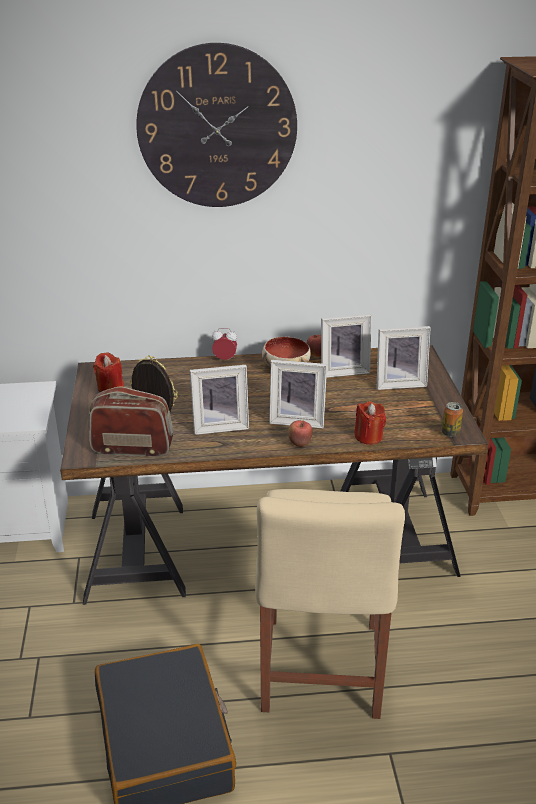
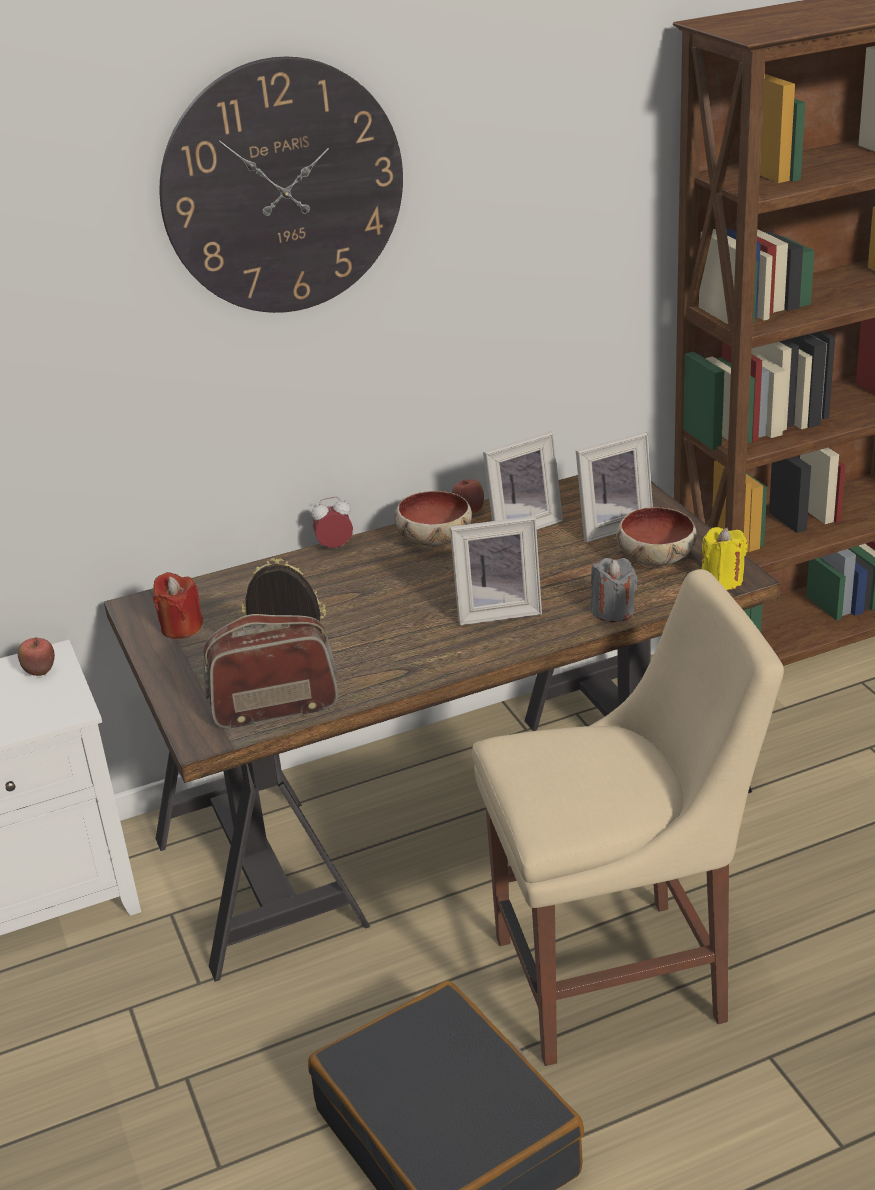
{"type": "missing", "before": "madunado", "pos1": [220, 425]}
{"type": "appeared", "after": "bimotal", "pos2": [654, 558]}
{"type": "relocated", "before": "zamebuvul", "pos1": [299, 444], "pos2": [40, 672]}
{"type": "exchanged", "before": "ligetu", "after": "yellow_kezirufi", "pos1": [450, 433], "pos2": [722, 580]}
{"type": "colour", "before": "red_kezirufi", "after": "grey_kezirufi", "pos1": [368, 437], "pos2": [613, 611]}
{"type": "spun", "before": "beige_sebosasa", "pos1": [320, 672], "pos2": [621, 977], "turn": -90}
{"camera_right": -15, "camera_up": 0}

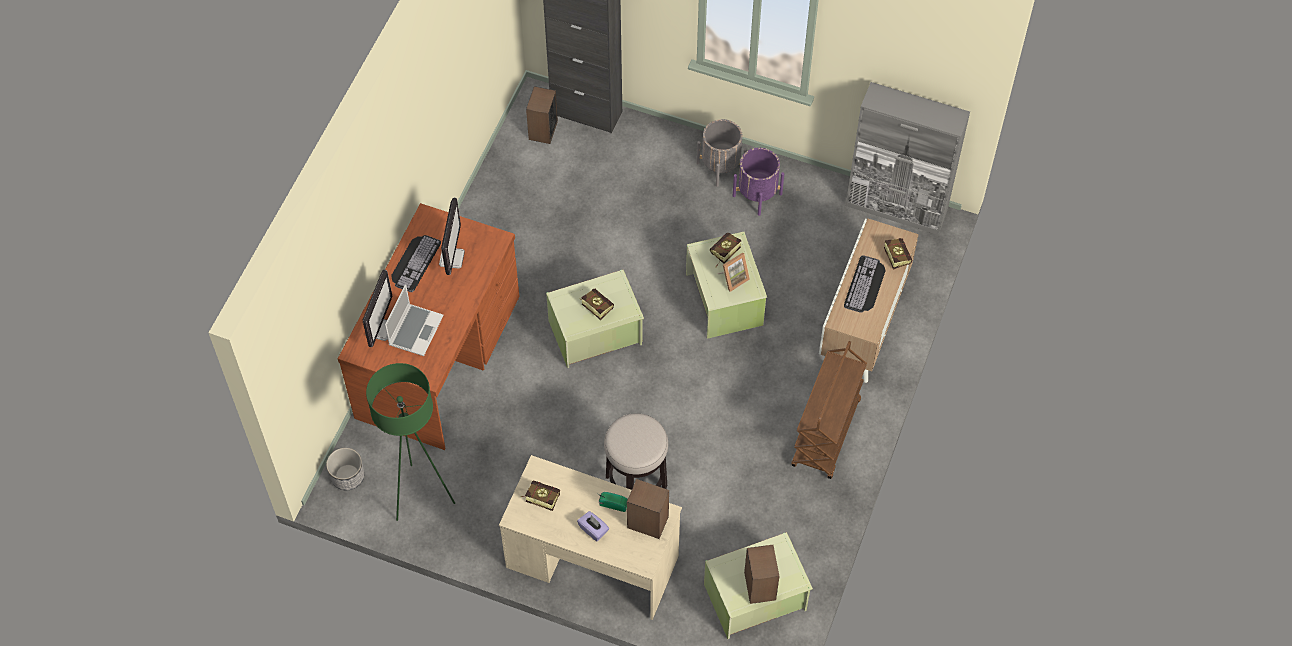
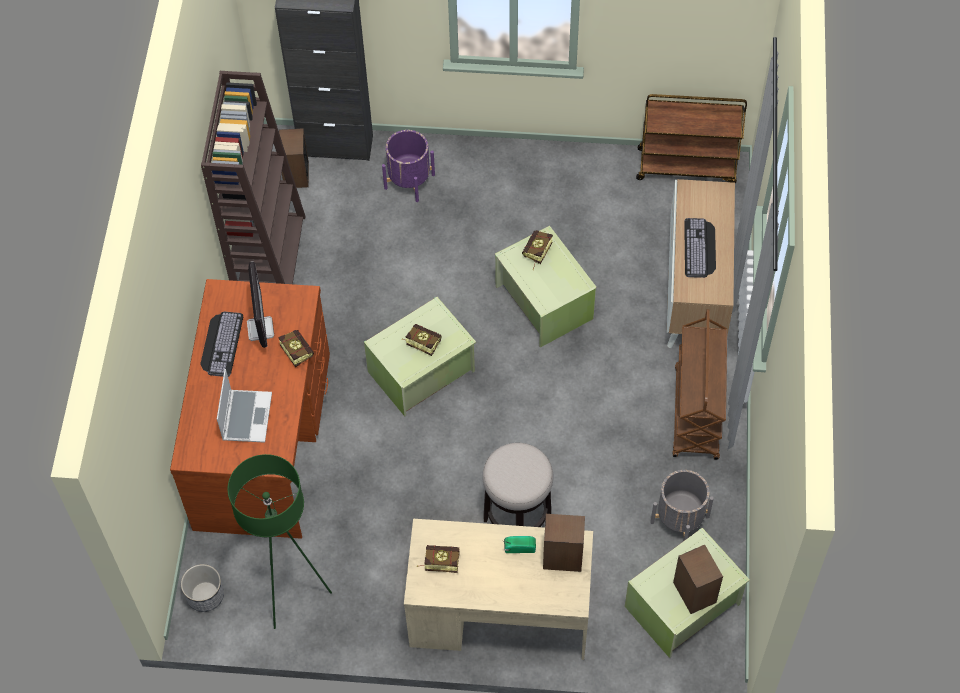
{"type": "missing", "before": "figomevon", "pos1": [379, 328]}
{"type": "missing", "before": "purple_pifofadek", "pos1": [593, 530]}
{"type": "missing", "before": "madunado", "pos1": [733, 279]}
{"type": "appeared", "after": "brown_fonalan", "pos2": [269, 257]}
{"type": "relocated", "before": "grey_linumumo", "pos1": [720, 166], "pos2": [679, 519]}
{"type": "relocated", "before": "purple_linumumo", "pos1": [757, 195], "pos2": [409, 181]}
{"type": "relocated", "before": "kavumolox", "pos1": [895, 255], "pos2": [295, 350]}
{"type": "exchanged", "before": "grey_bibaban", "after": "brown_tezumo", "pos1": [896, 209], "pos2": [687, 166]}
{"camera_right": -15, "camera_up": 0}

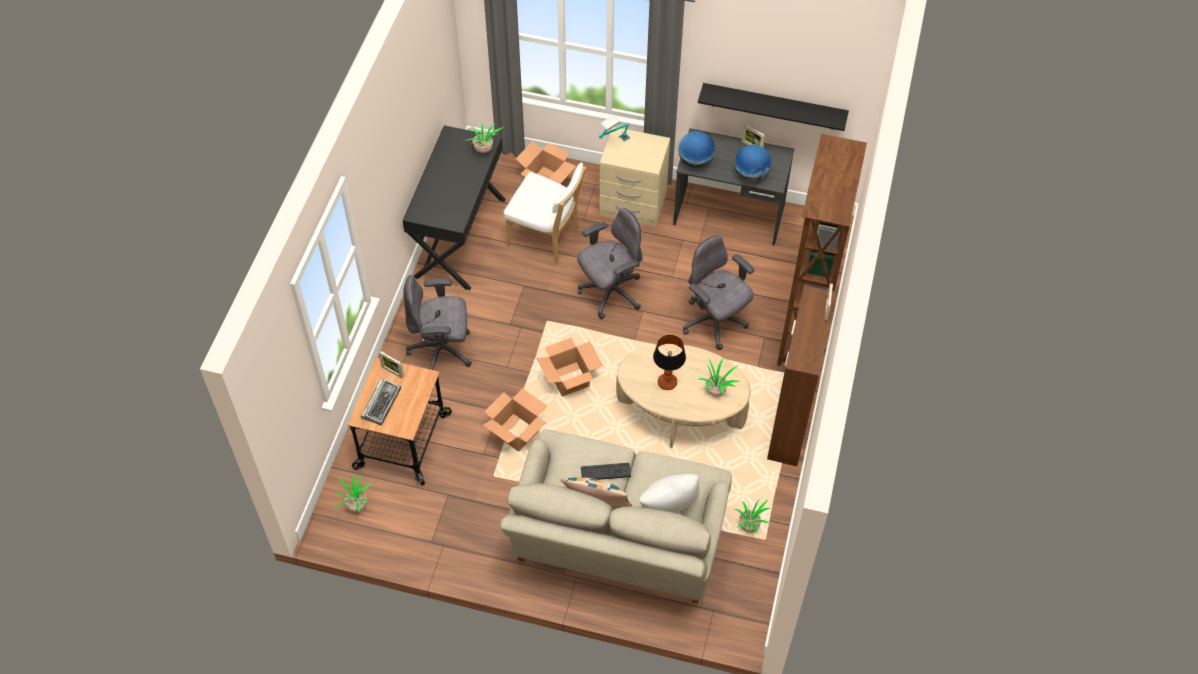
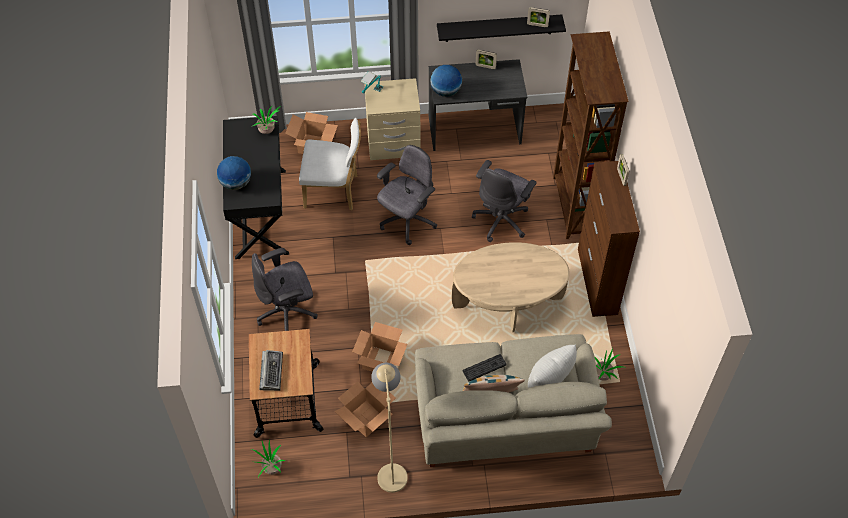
{"type": "missing", "before": "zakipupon", "pos1": [667, 383]}
{"type": "missing", "before": "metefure", "pos1": [716, 390]}
{"type": "appeared", "after": "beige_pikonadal", "pos2": [391, 468]}
{"type": "relocated", "before": "madunado", "pos1": [392, 372], "pos2": [537, 25]}
{"type": "relocated", "before": "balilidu", "pos1": [568, 379], "pos2": [365, 418]}
{"type": "relocated", "before": "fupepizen", "pos1": [751, 175], "pos2": [236, 183]}
{"type": "spun", "before": "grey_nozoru", "pos1": [714, 323], "pos2": [502, 220], "turn": -90}
{"camera_right": -20, "camera_up": 0}

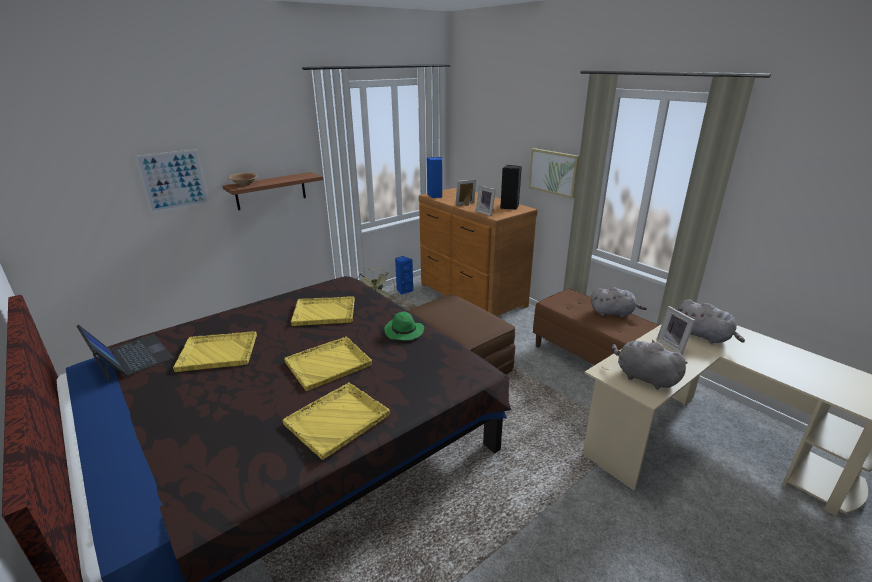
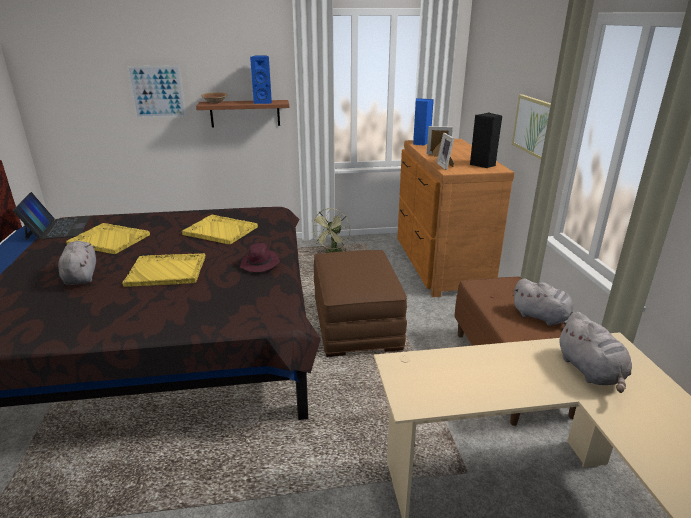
{"type": "missing", "before": "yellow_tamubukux", "pos1": [338, 419]}
{"type": "missing", "before": "madunado", "pos1": [673, 346]}
{"type": "relocated", "before": "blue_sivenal", "pos1": [404, 290], "pos2": [263, 102]}
{"type": "relocated", "before": "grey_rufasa", "pos1": [643, 377], "pos2": [81, 276]}
{"type": "colour", "before": "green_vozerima", "after": "purple_vozerima", "pos1": [404, 332], "pos2": [260, 264]}
{"camera_right": 30, "camera_up": 0}

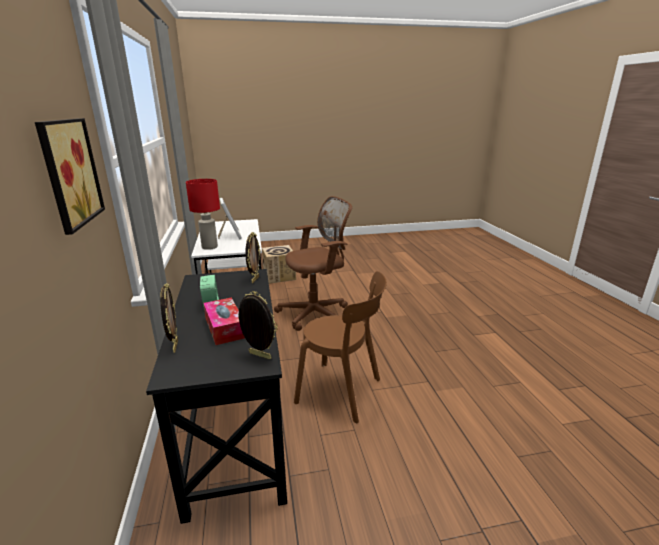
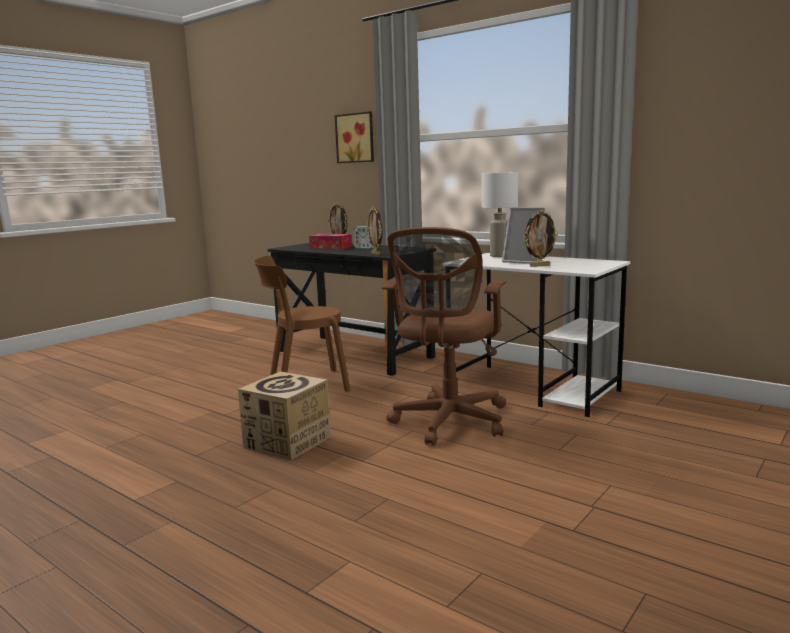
{"type": "relocated", "before": "madunado", "pos1": [259, 356], "pos2": [539, 266]}
{"type": "relocated", "before": "balilidu", "pos1": [279, 276], "pos2": [287, 442]}
{"type": "colour", "before": "red_zakipupon", "after": "white_zakipupon", "pos1": [209, 247], "pos2": [500, 256]}
{"camera_right": 140, "camera_up": -10}

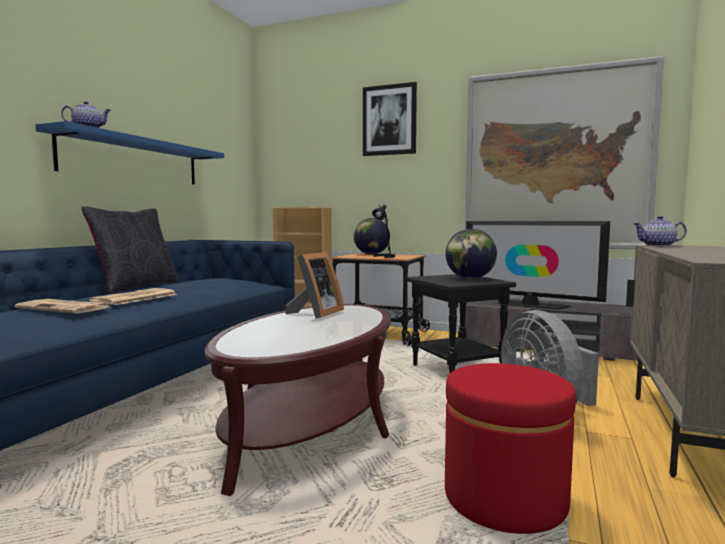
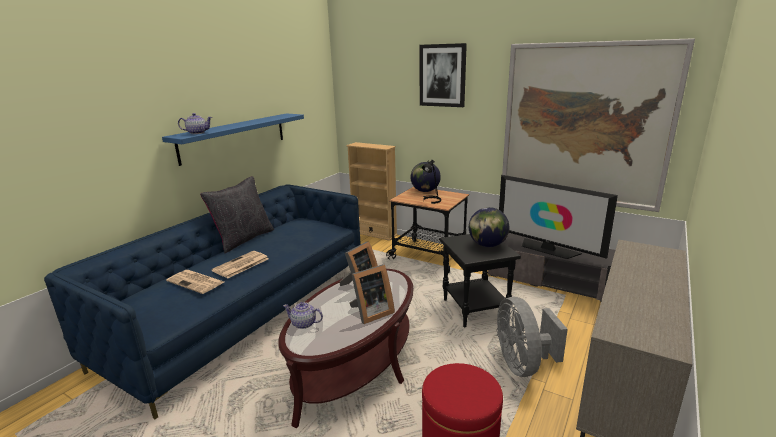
{"type": "appeared", "after": "madunado", "pos2": [370, 313]}
{"type": "relocated", "before": "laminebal", "pos1": [659, 245], "pos2": [304, 324]}
{"camera_right": 10, "camera_up": 15}

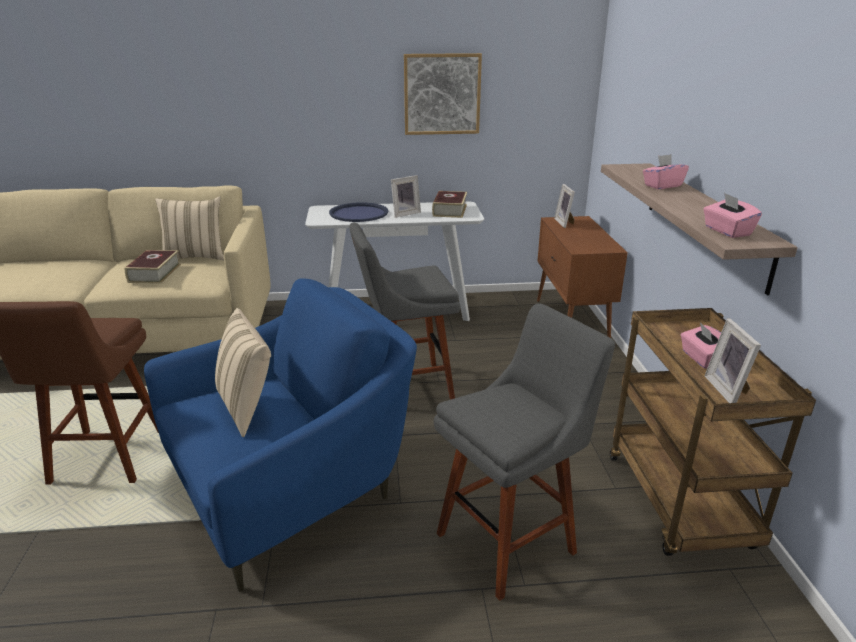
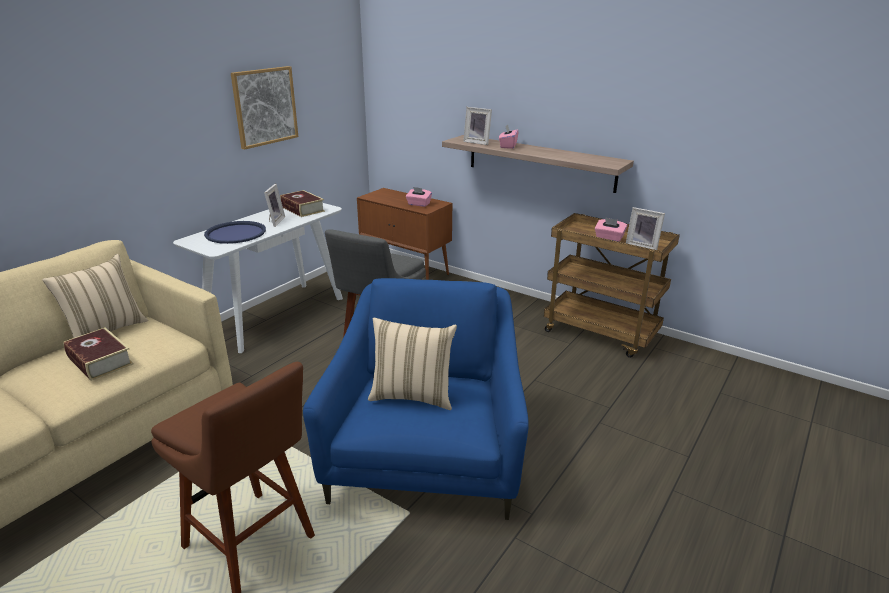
{"type": "missing", "before": "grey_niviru", "pos1": [511, 540]}
{"type": "relocated", "before": "madunado", "pos1": [565, 223], "pos2": [478, 142]}
{"type": "relocated", "before": "pink_pifofadek", "pos1": [727, 231], "pos2": [418, 204]}
{"camera_right": -50, "camera_up": 0}

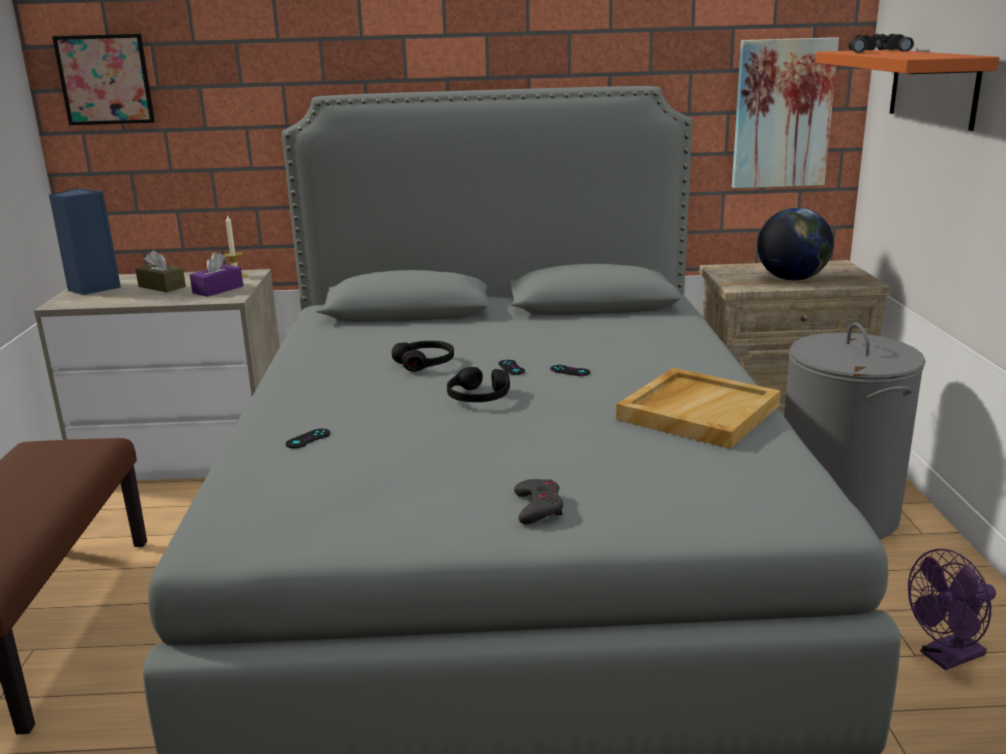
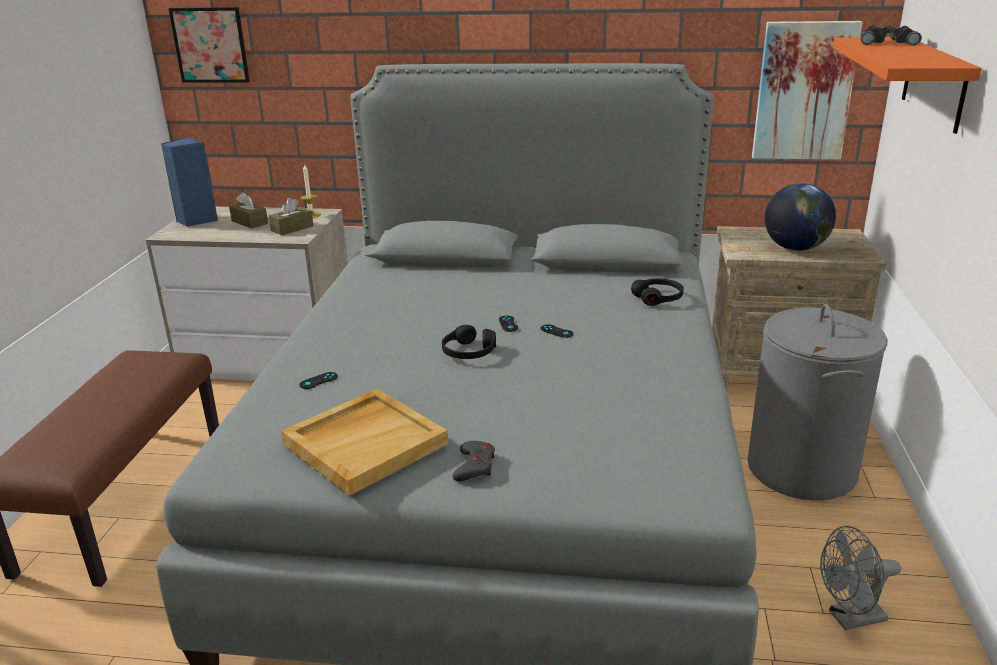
{"type": "relocated", "before": "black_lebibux", "pos1": [425, 363], "pos2": [658, 298]}
{"type": "relocated", "before": "beige_tamubukux", "pos1": [698, 412], "pos2": [365, 443]}
{"type": "colour", "before": "purple_pifofadek", "after": "brown_pifofadek", "pos1": [218, 289], "pos2": [292, 228]}
{"type": "colour", "before": "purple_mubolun", "after": "grey_mubolun", "pos1": [946, 658], "pos2": [850, 618]}
{"camera_right": 10, "camera_up": 5}

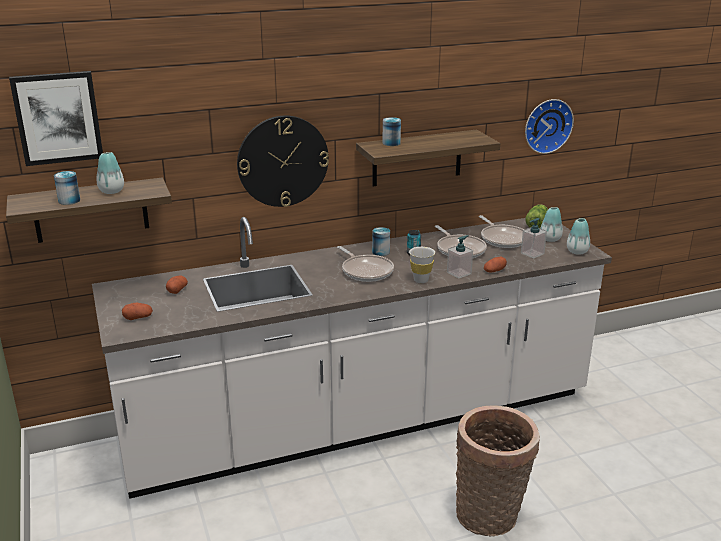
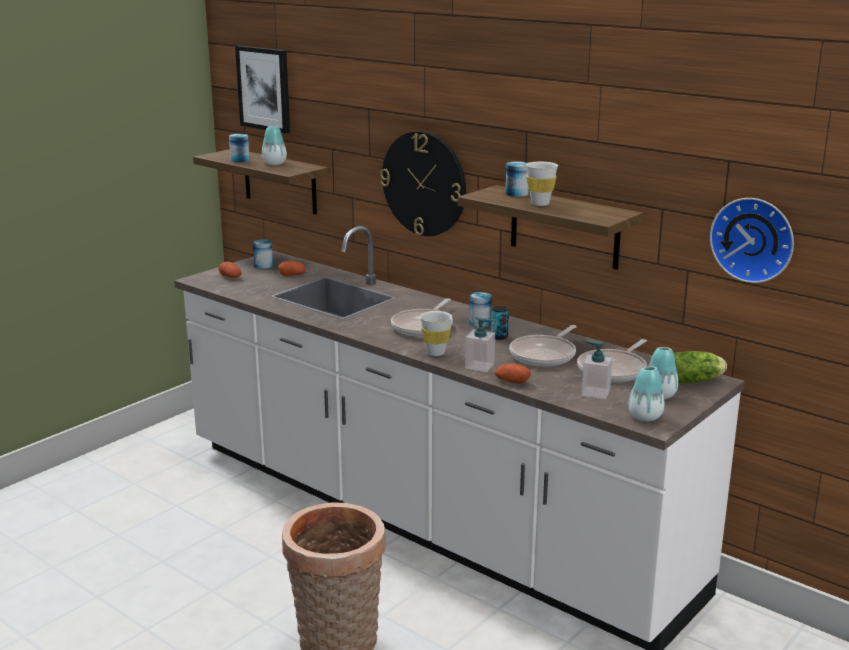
{"type": "appeared", "after": "ligetu", "pos2": [263, 265]}
{"type": "appeared", "after": "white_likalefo", "pos2": [540, 204]}
{"camera_right": 60, "camera_up": -5}

